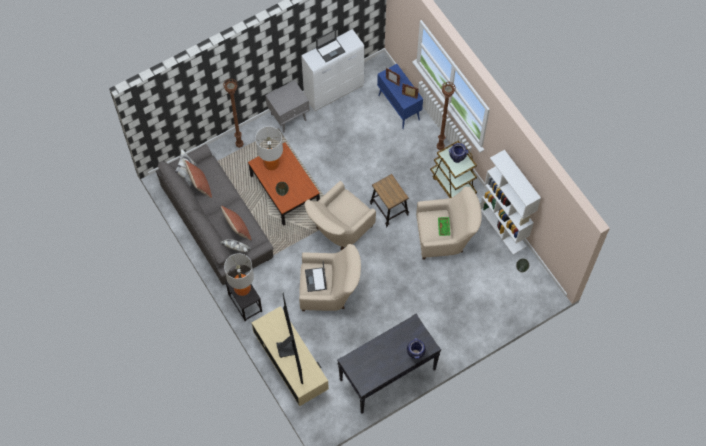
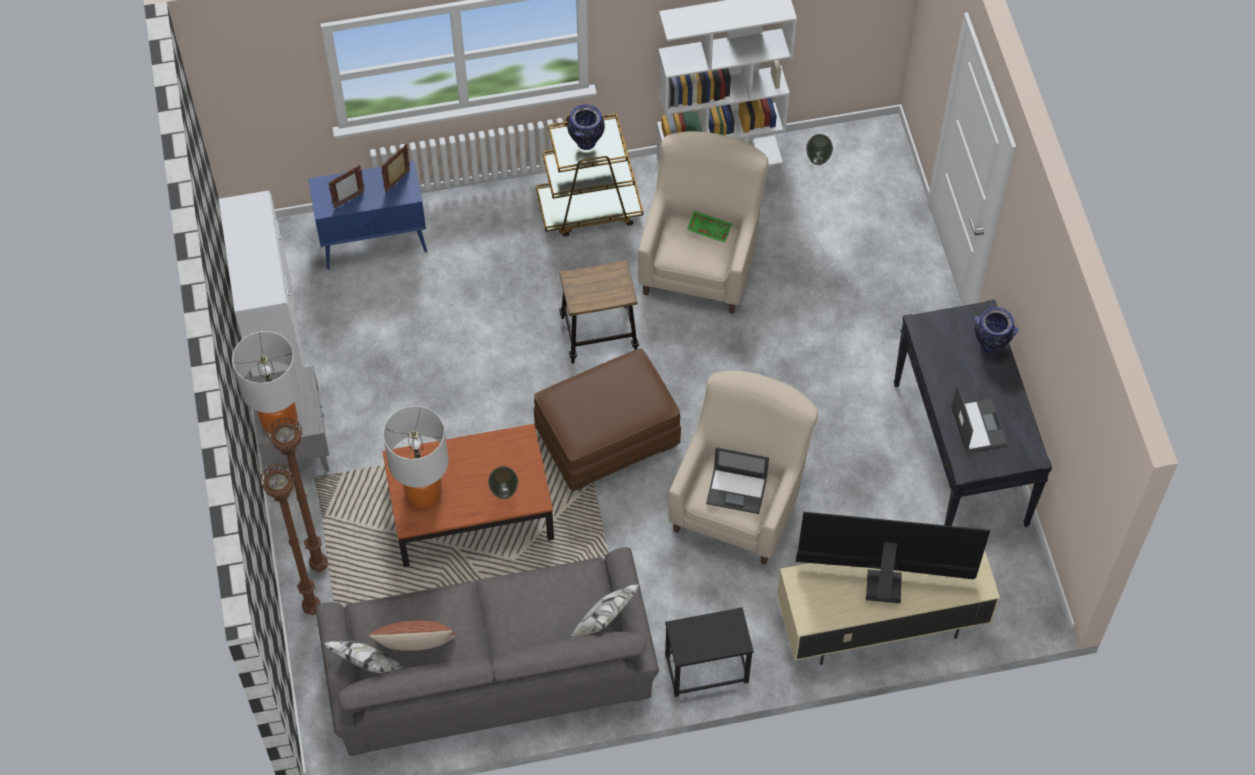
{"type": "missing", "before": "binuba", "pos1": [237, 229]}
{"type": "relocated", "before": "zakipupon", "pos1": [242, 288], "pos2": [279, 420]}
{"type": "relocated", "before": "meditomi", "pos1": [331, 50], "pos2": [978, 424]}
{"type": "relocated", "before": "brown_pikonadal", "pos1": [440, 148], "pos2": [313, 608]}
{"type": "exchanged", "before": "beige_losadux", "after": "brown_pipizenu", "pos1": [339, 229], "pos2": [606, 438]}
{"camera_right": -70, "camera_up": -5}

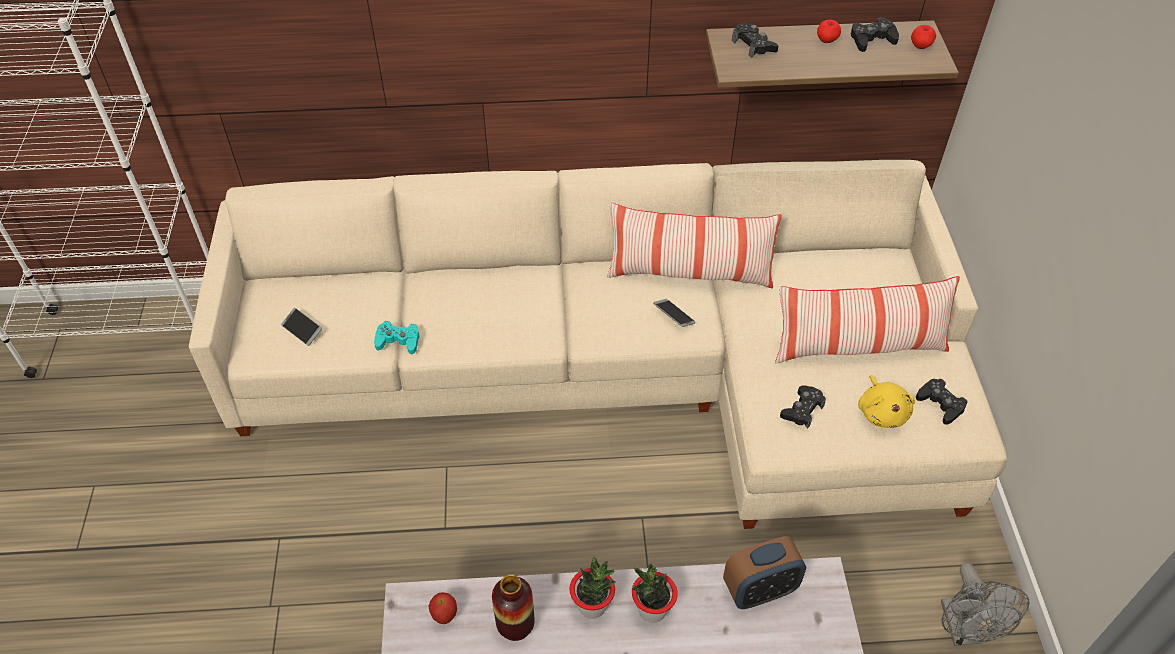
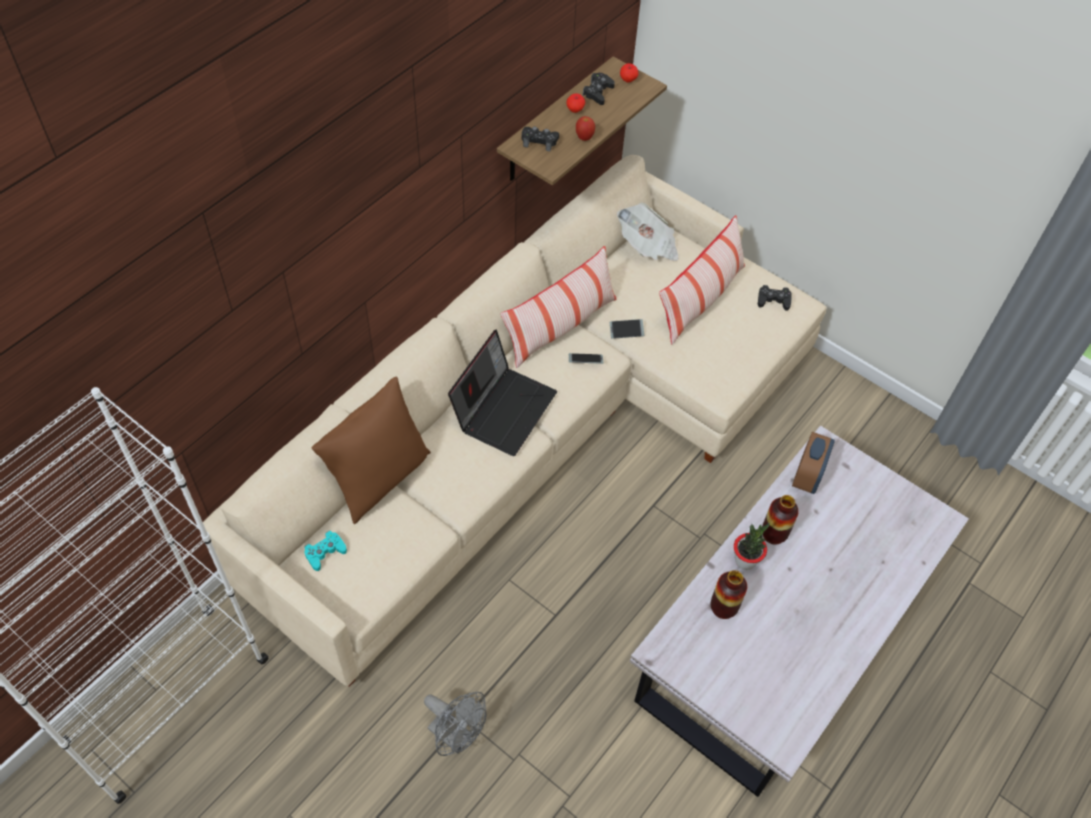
{"type": "missing", "before": "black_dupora", "pos1": [802, 410]}
{"type": "missing", "before": "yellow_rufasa", "pos1": [882, 412]}
{"type": "appeared", "after": "brown_binuba", "pos2": [379, 479]}
{"type": "appeared", "after": "meditomi", "pos2": [504, 408]}
{"type": "appeared", "after": "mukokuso", "pos2": [647, 245]}
{"type": "relocated", "before": "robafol", "pos1": [302, 330], "pos2": [626, 331]}
{"type": "relocated", "before": "turquoise_dupora", "pos1": [398, 341], "pos2": [325, 552]}
{"type": "relocated", "before": "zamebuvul", "pos1": [445, 616], "pos2": [584, 138]}
{"type": "relocated", "before": "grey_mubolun", "pos1": [964, 631], "pos2": [456, 736]}
{"type": "exchanged", "before": "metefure", "after": "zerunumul", "pos1": [652, 609], "pos2": [773, 534]}
{"camera_right": -50, "camera_up": 5}

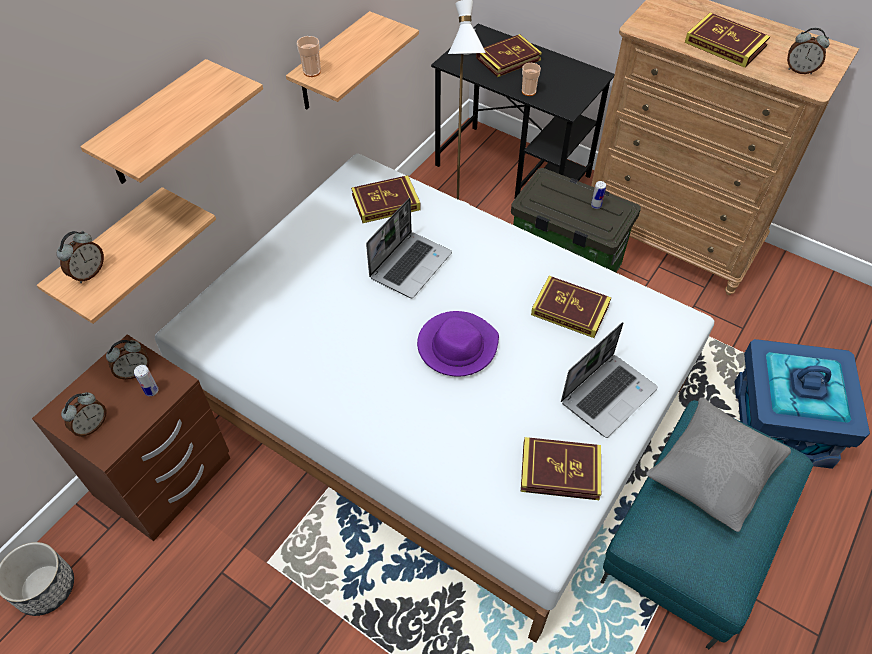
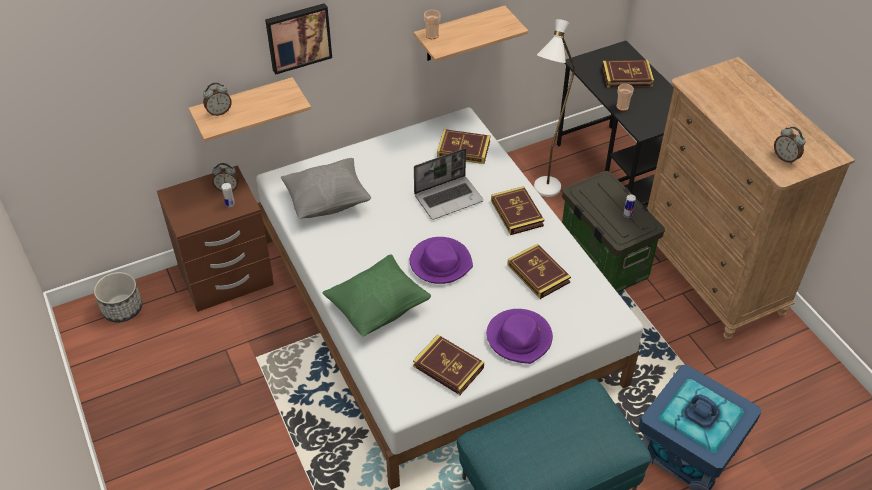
{"type": "missing", "before": "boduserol", "pos1": [91, 426]}
{"type": "appeared", "after": "green_binuba", "pos2": [378, 308]}
{"type": "relocated", "before": "grey_binuba", "pos1": [711, 475], "pos2": [328, 201]}
{"type": "relocated", "before": "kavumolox", "pos1": [725, 44], "pos2": [517, 213]}
{"type": "exchanged", "before": "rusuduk", "after": "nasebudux", "pos1": [155, 126], "pos2": [298, 37]}
{"type": "exchanged", "before": "meditomi", "after": "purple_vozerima", "pos1": [608, 394], "pos2": [519, 338]}
{"camera_right": 30, "camera_up": -5}

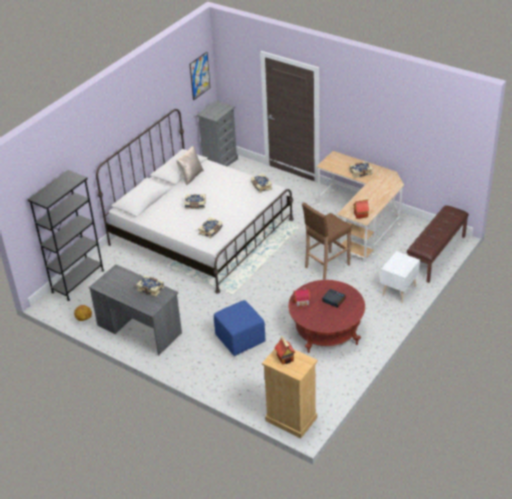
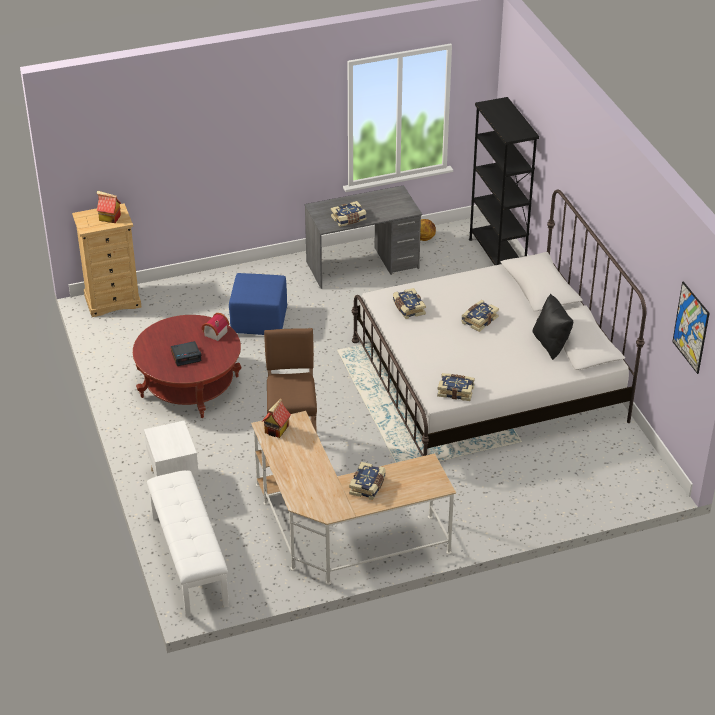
{"type": "missing", "before": "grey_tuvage", "pos1": [220, 163]}
{"type": "colour", "before": "beige_binuba", "after": "black_binuba", "pos1": [190, 176], "pos2": [551, 344]}
{"type": "colour", "before": "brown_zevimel", "after": "white_zevimel", "pos1": [436, 255], "pos2": [188, 560]}
{"camera_right": 125, "camera_up": 0}

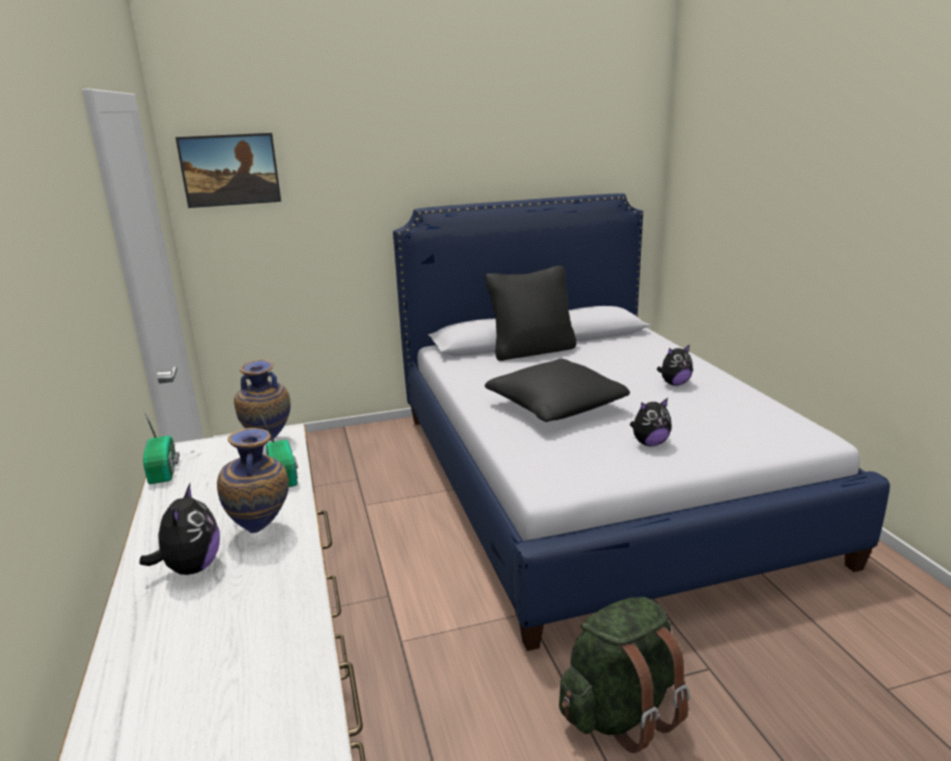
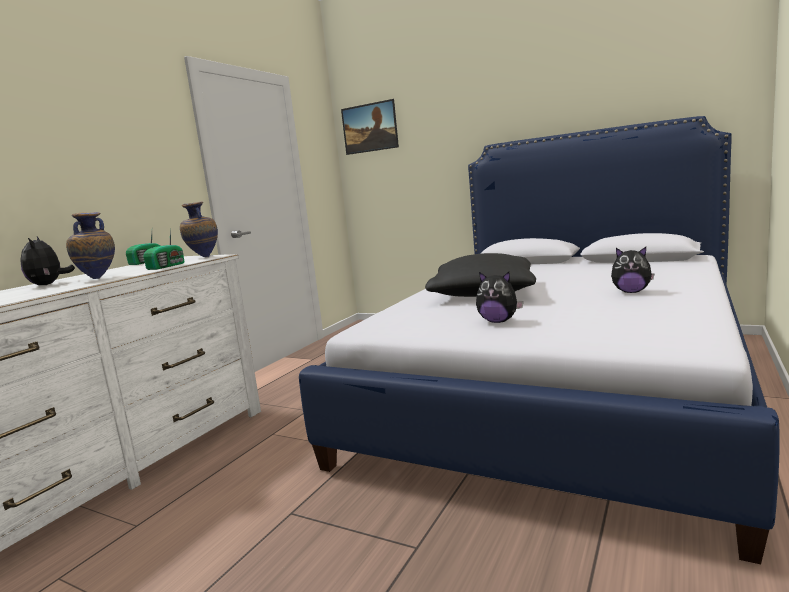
{"type": "missing", "before": "black_binuba", "pos1": [531, 351]}
{"type": "missing", "before": "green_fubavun", "pos1": [620, 712]}
{"type": "spun", "before": "rufasa", "pos1": [191, 568], "pos2": [48, 284], "turn": 120}
{"camera_right": 45, "camera_up": -10}

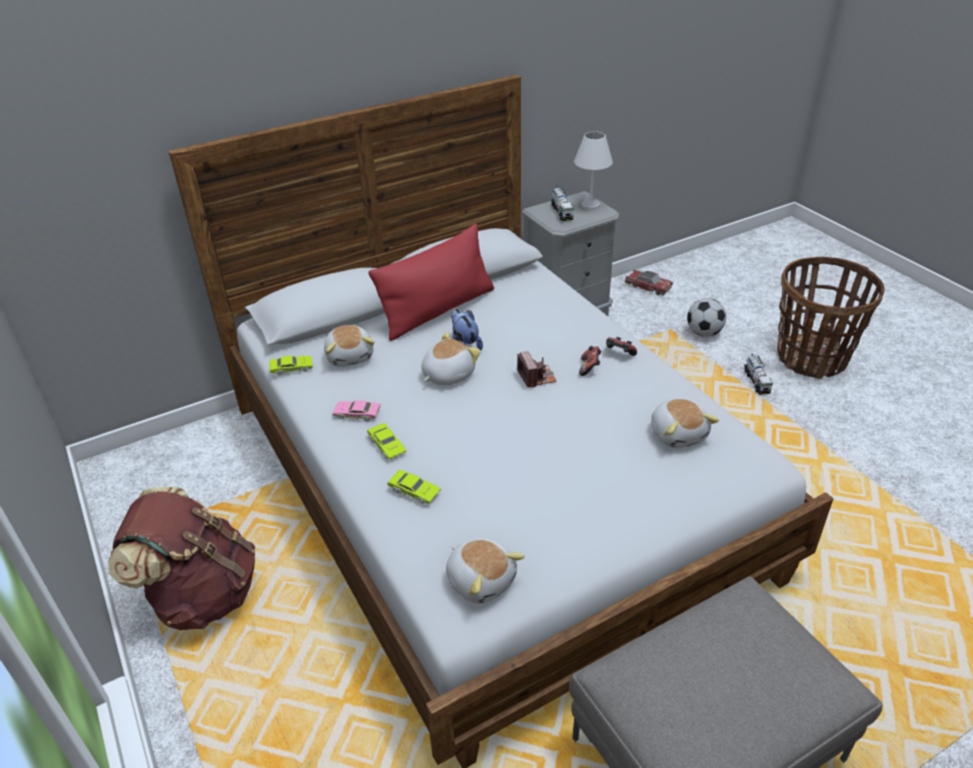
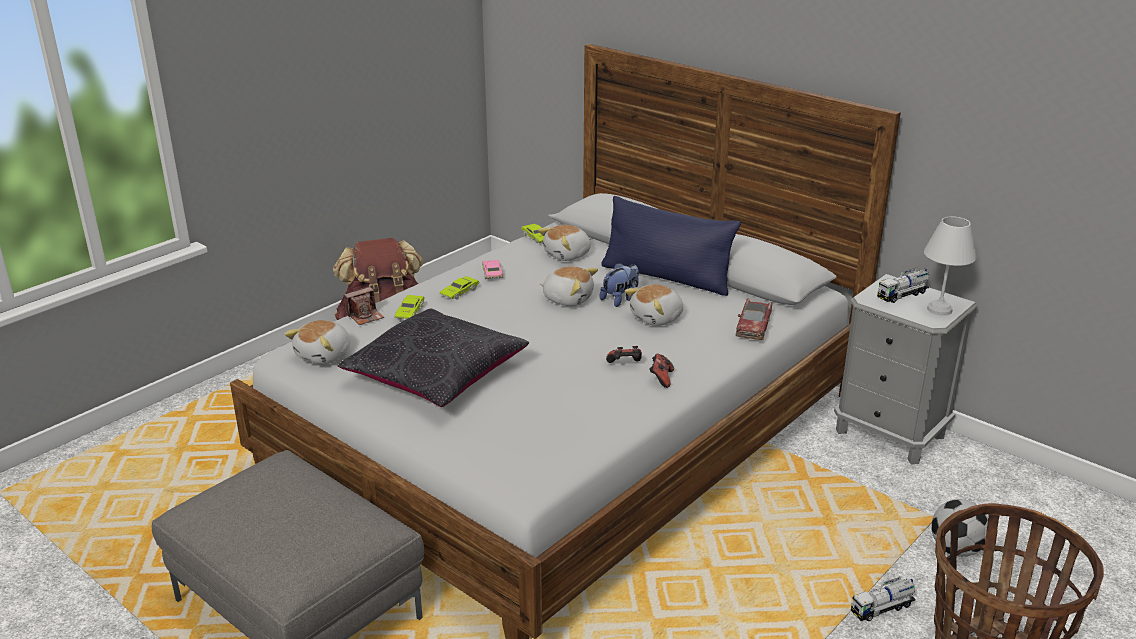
{"type": "appeared", "after": "black_binuba", "pos2": [436, 375]}
{"type": "relocated", "before": "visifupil", "pos1": [536, 377], "pos2": [365, 316]}
{"type": "relocated", "before": "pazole", "pos1": [648, 287], "pos2": [753, 326]}
{"type": "relocated", "before": "rufasa", "pos1": [678, 434], "pos2": [657, 318]}
{"type": "colour", "before": "red_binuba", "after": "blue_binuba", "pos1": [438, 310], "pos2": [666, 277]}
{"camera_right": 70, "camera_up": -10}

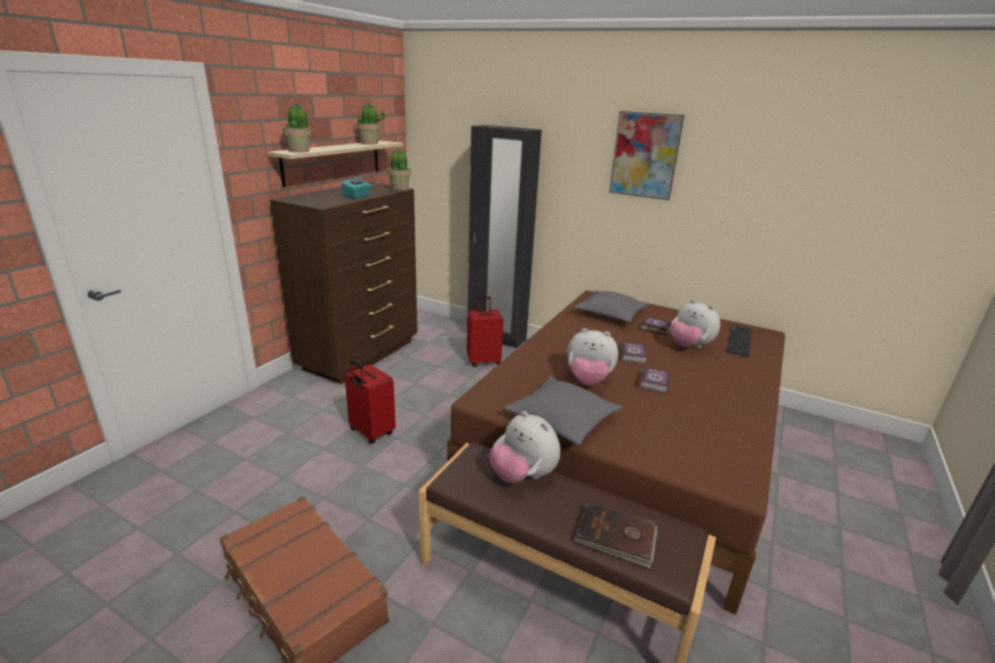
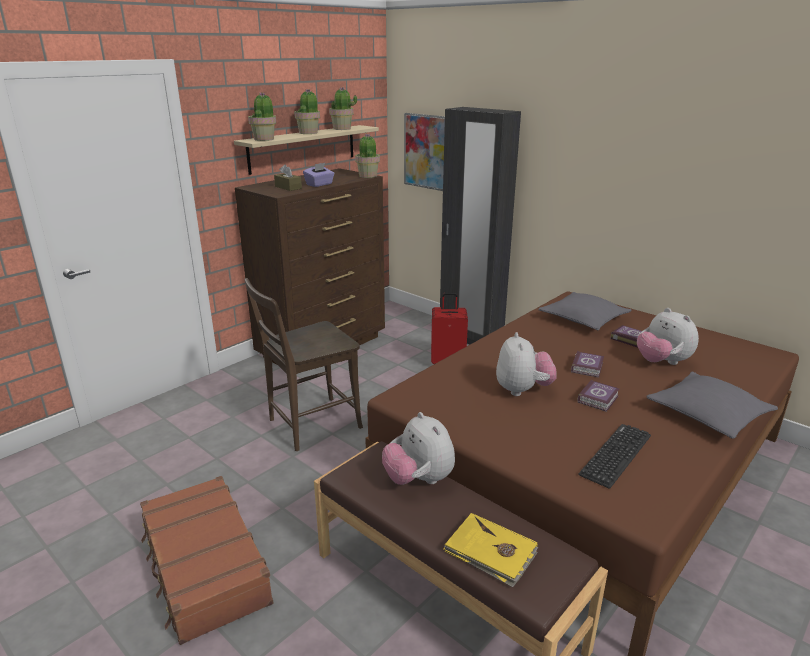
{"type": "appeared", "after": "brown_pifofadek", "pos2": [288, 187]}
{"type": "appeared", "after": "metefure", "pos2": [308, 133]}
{"type": "relocated", "before": "grey_binuba", "pos1": [562, 419], "pos2": [708, 414]}
{"type": "relocated", "before": "nasebudux", "pos1": [645, 155], "pos2": [426, 151]}
{"type": "relocated", "before": "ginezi", "pos1": [739, 341], "pos2": [616, 455]}
{"type": "exchanged", "before": "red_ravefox", "after": "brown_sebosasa", "pos1": [371, 432], "pos2": [310, 425]}
{"type": "colour", "before": "turquoise_pifofadek", "after": "purple_pifofadek", "pos1": [357, 196], "pos2": [319, 184]}
{"type": "colour", "before": "brown_kavumolox", "after": "yellow_kavumolox", "pos1": [616, 537], "pos2": [490, 552]}
{"type": "spun", "before": "rufasa", "pos1": [588, 381], "pos2": [522, 390], "turn": -120}
{"camera_right": 15, "camera_up": 0}

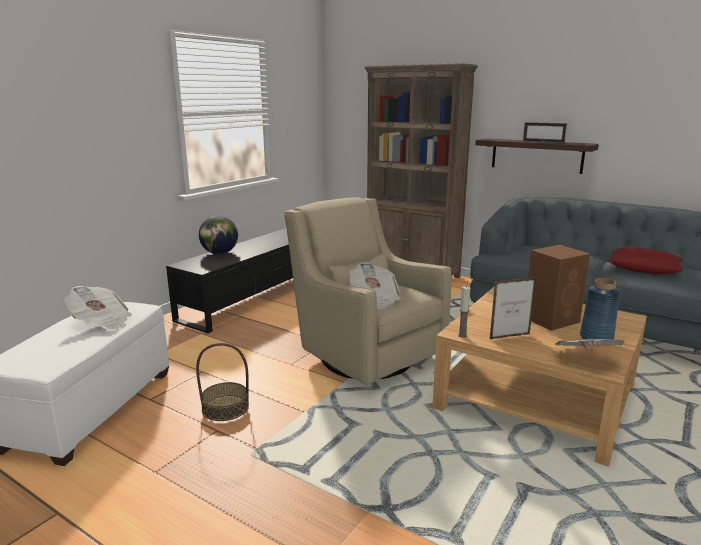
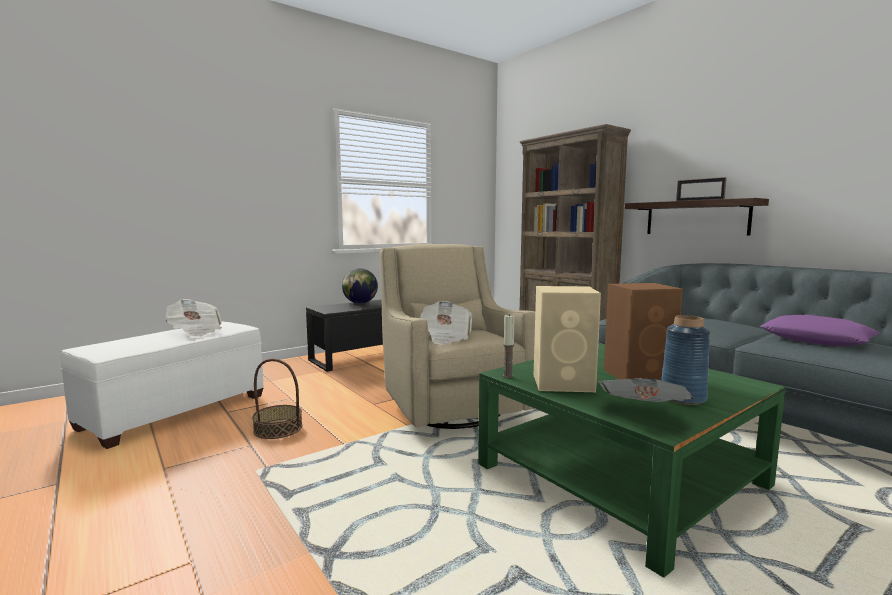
{"type": "exchanged", "before": "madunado", "after": "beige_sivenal", "pos1": [510, 336], "pos2": [564, 383]}
{"type": "colour", "before": "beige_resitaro", "after": "green_resitaro", "pos1": [537, 396], "pos2": [620, 475]}
{"type": "colour", "before": "red_binuba", "after": "purple_binuba", "pos1": [644, 267], "pos2": [816, 339]}
{"camera_right": 20, "camera_up": -10}

